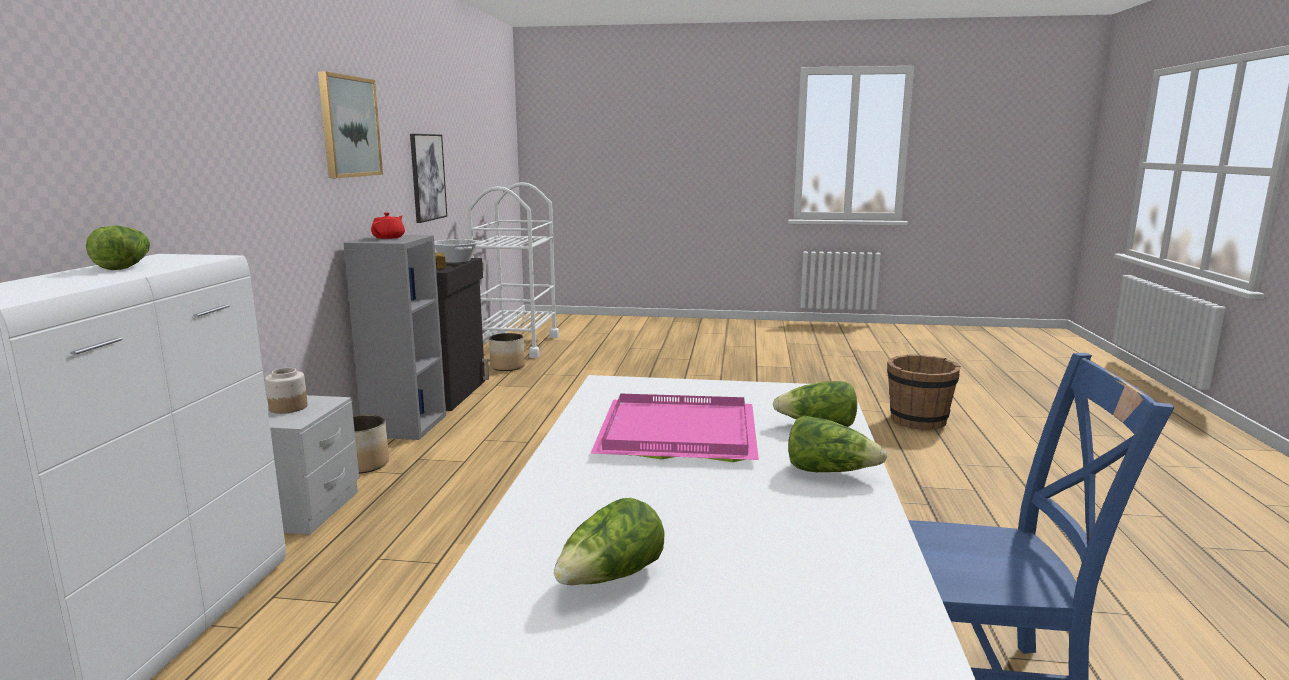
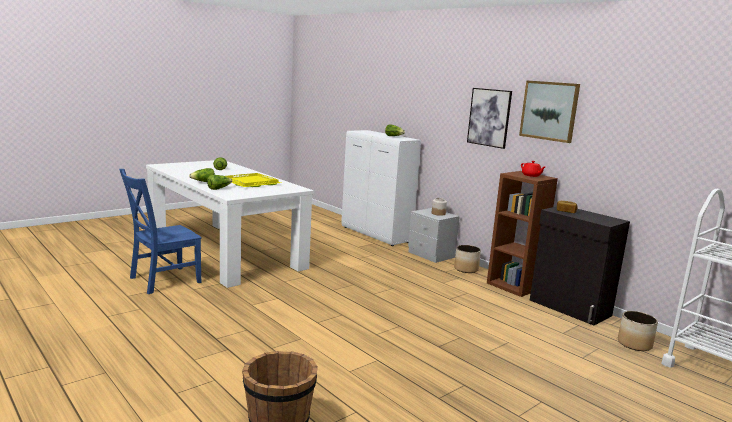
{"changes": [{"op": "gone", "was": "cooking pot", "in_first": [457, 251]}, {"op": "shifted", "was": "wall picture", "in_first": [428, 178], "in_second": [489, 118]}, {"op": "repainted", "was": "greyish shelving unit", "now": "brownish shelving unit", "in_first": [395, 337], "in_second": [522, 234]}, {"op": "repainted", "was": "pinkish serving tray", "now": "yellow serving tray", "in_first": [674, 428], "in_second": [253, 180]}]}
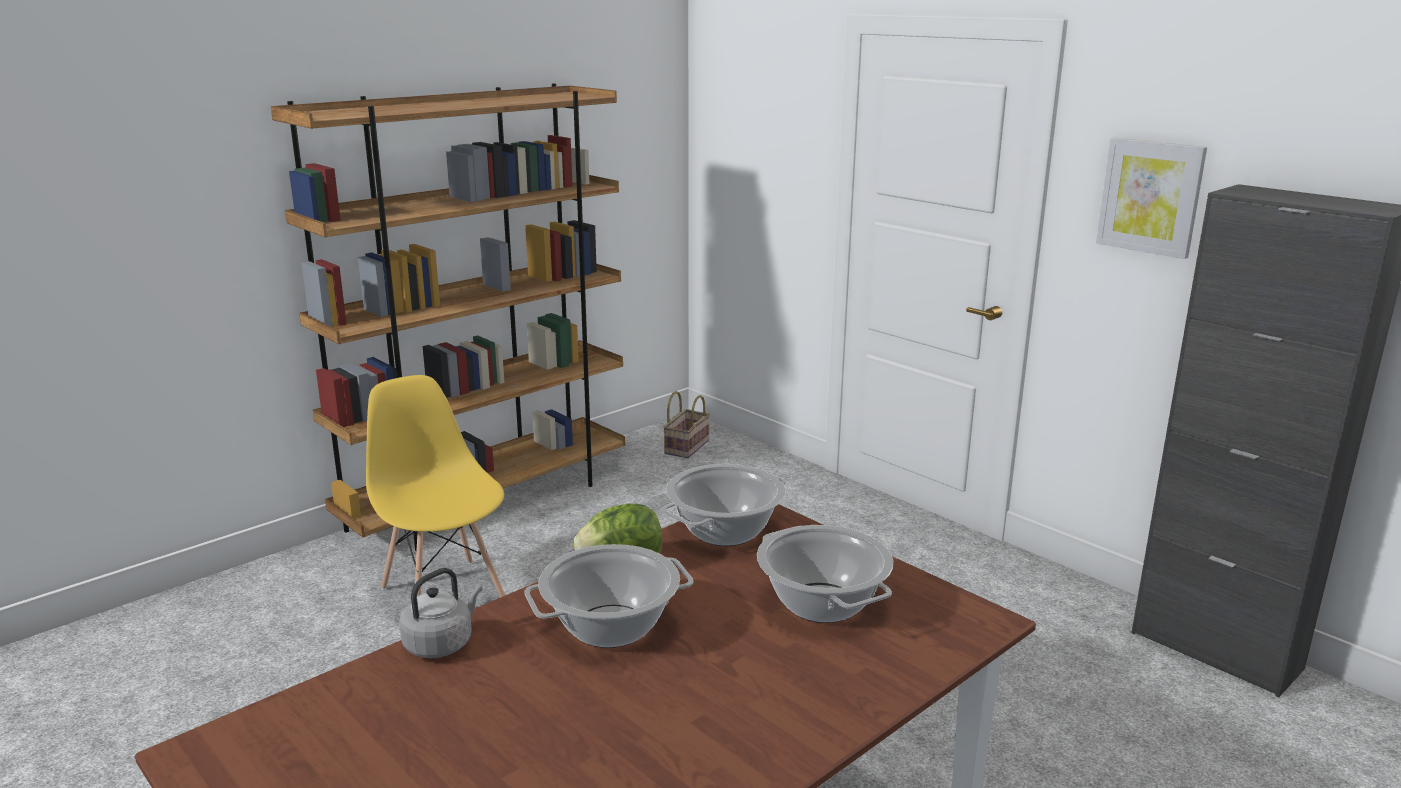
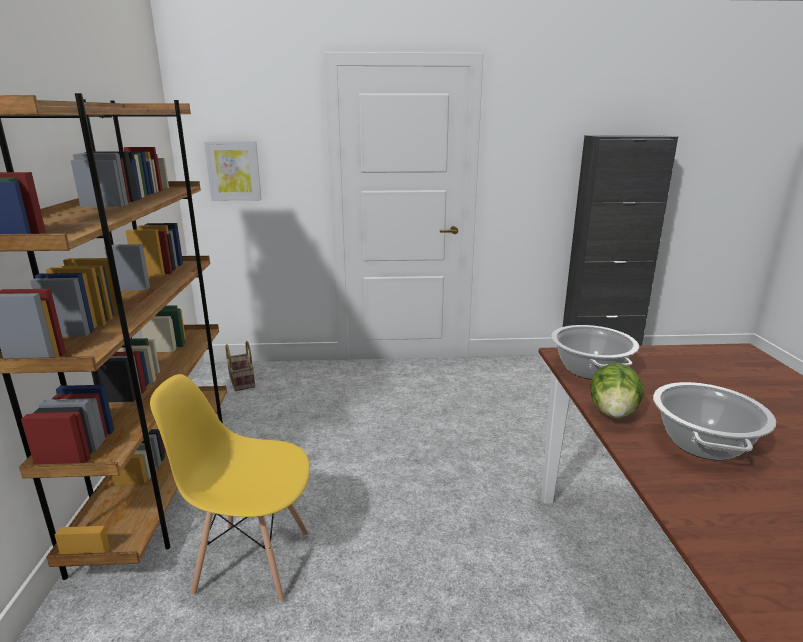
{"changes": [{"op": "gone", "was": "greyish tea kettle", "in_first": [440, 613]}, {"op": "gone", "was": "cooking pot", "in_first": [825, 574]}, {"op": "shifted", "was": "wall picture", "in_first": [1151, 198], "in_second": [233, 171]}]}
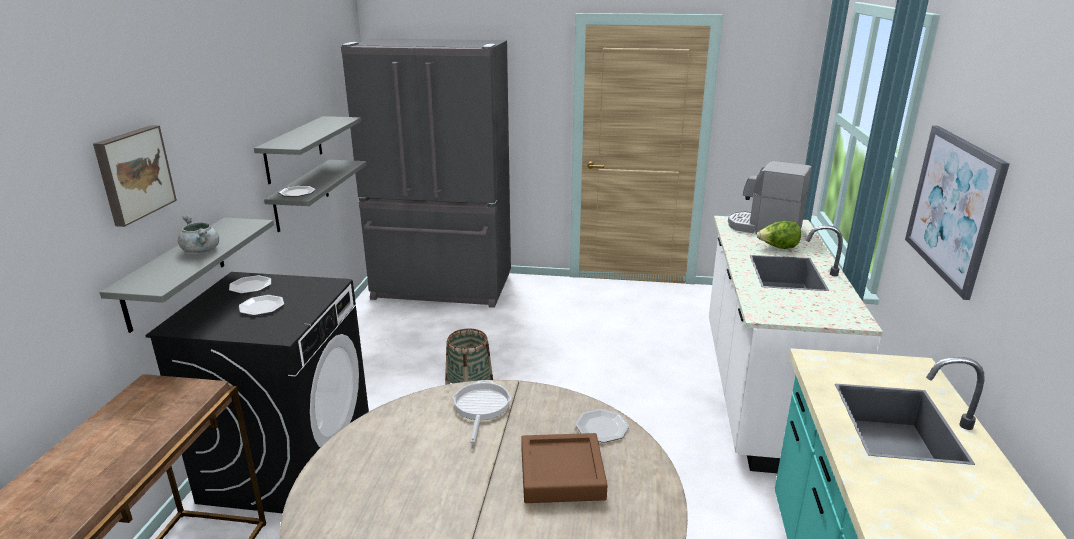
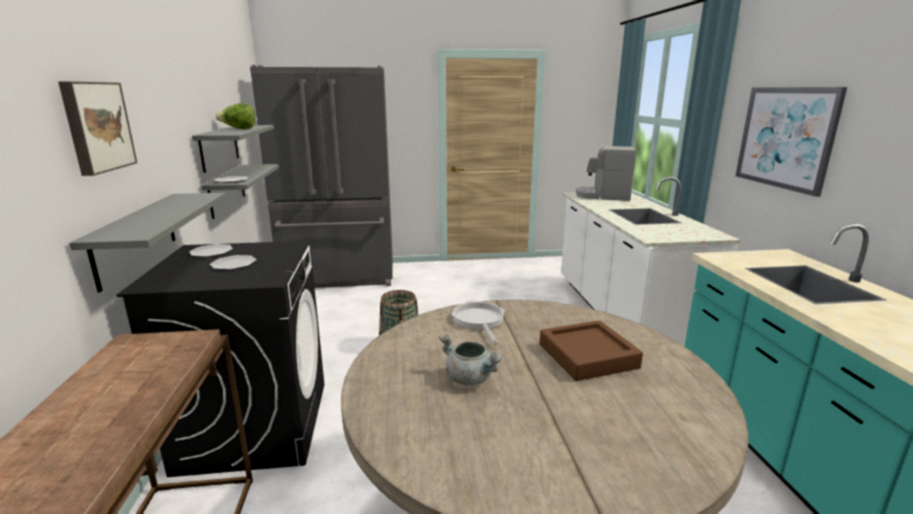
{"changes": [{"op": "gone", "was": "plate", "in_first": [602, 426]}, {"op": "shifted", "was": "greyish cooking pot", "in_first": [198, 234], "in_second": [471, 359]}, {"op": "shifted", "was": "head of lettuce", "in_first": [778, 234], "in_second": [235, 116]}]}
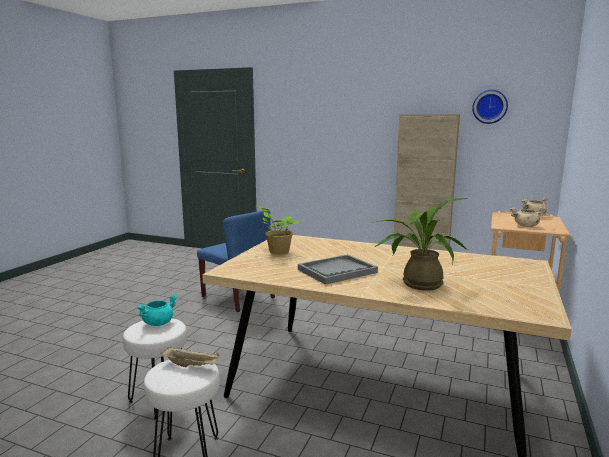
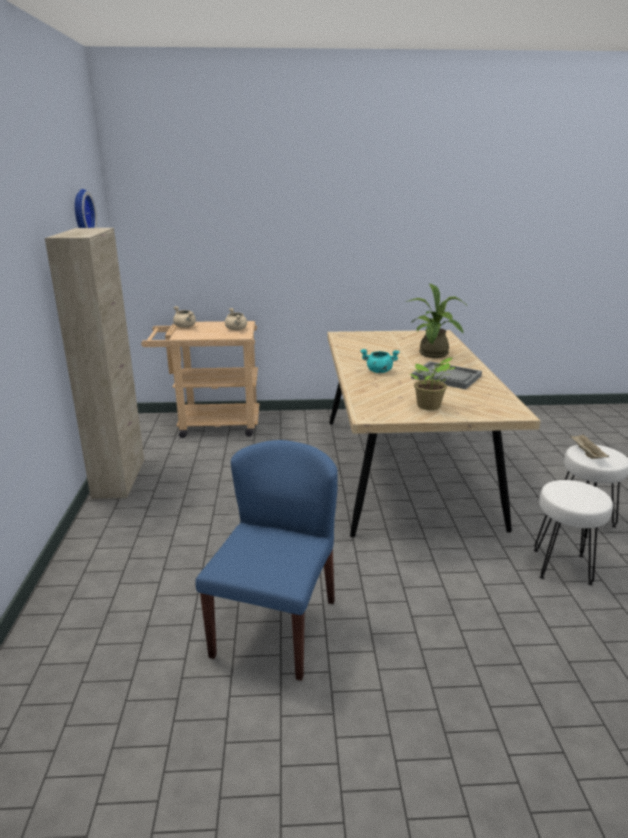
{"changes": [{"op": "shifted", "was": "turquoise-coloured cooking pot", "in_first": [157, 310], "in_second": [380, 361]}]}
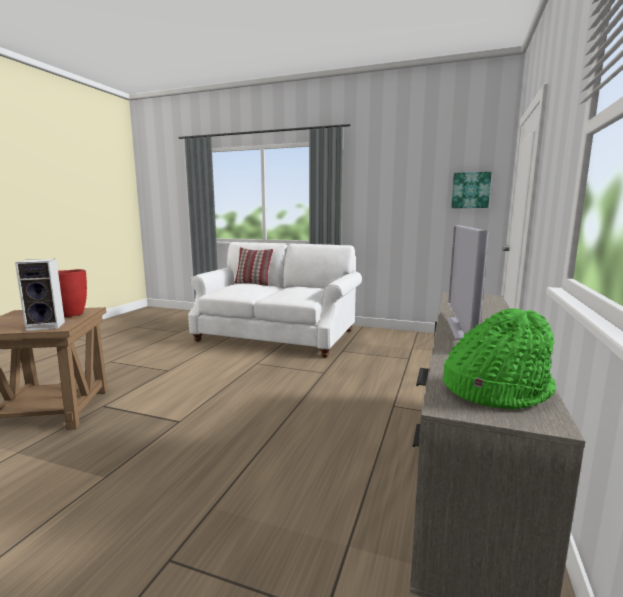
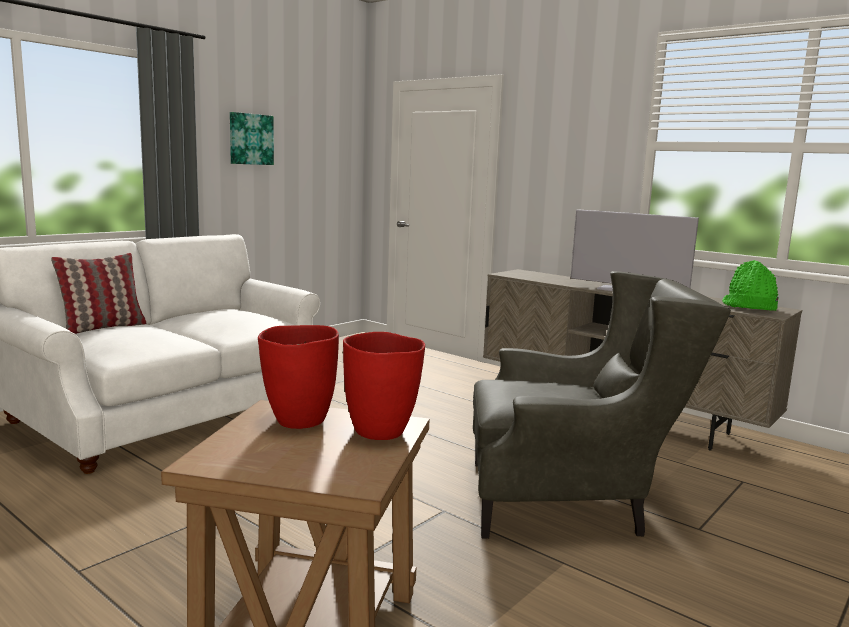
{"changes": [{"op": "new", "now": "greyish easy chair", "in_second": [602, 405]}, {"op": "shifted", "was": "wall picture", "in_first": [471, 190], "in_second": [252, 138]}, {"op": "swapped", "was": "loudspeaker", "now": "red vase", "in_first": [40, 295], "in_second": [384, 386]}]}
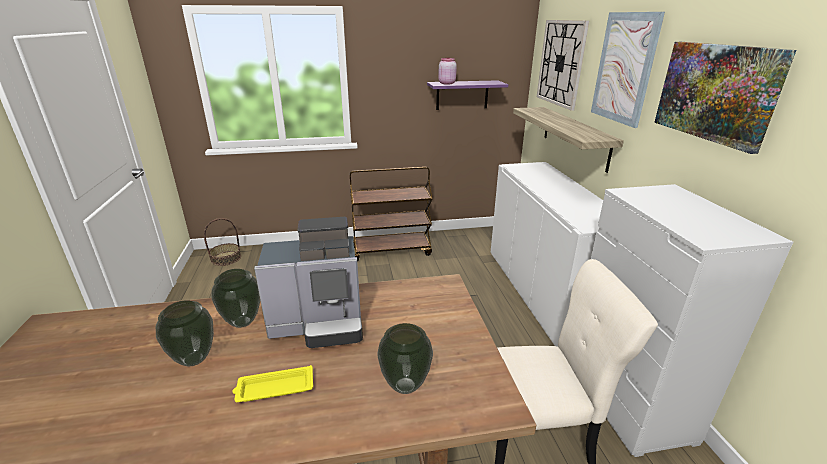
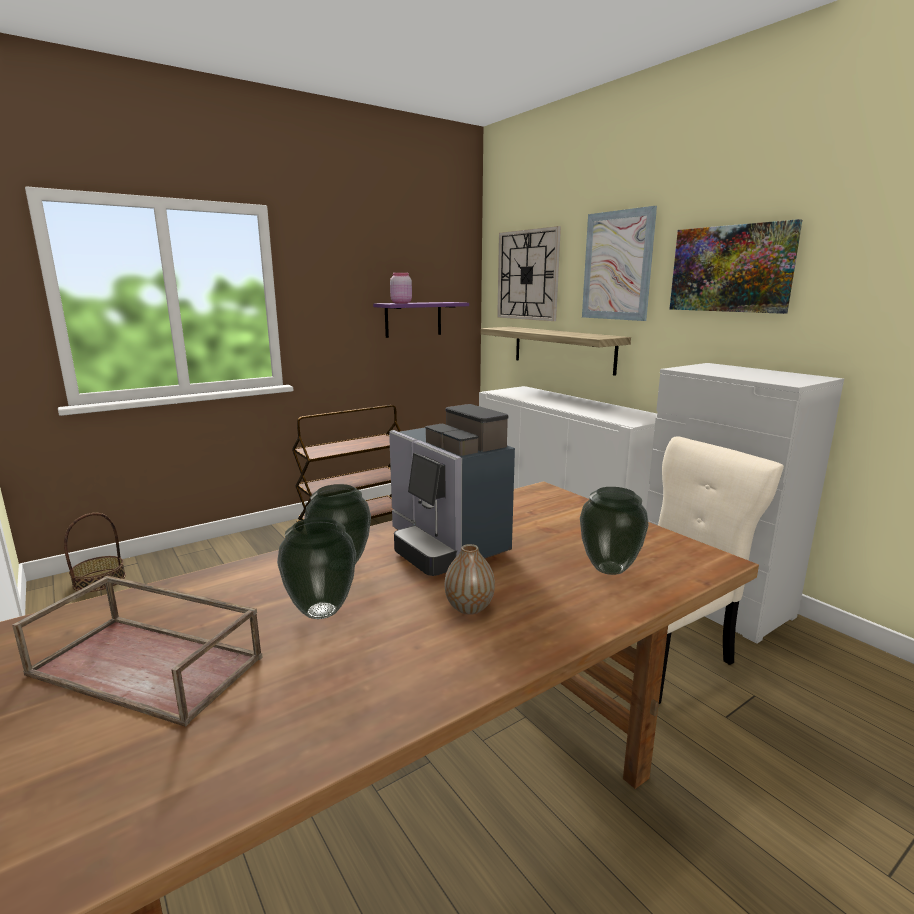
{"changes": [{"op": "new", "now": "brownish serving tray", "in_second": [137, 651]}, {"op": "swapped", "was": "yellow serving tray", "now": "vase", "in_first": [272, 383], "in_second": [470, 579]}, {"op": "rotated", "was": "coffee machine", "in_first": [308, 282], "in_second": [452, 490], "clockwise": 90}]}
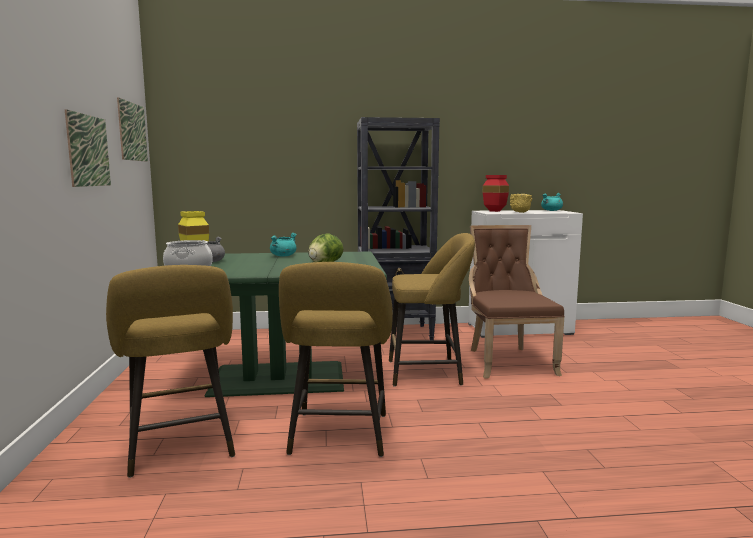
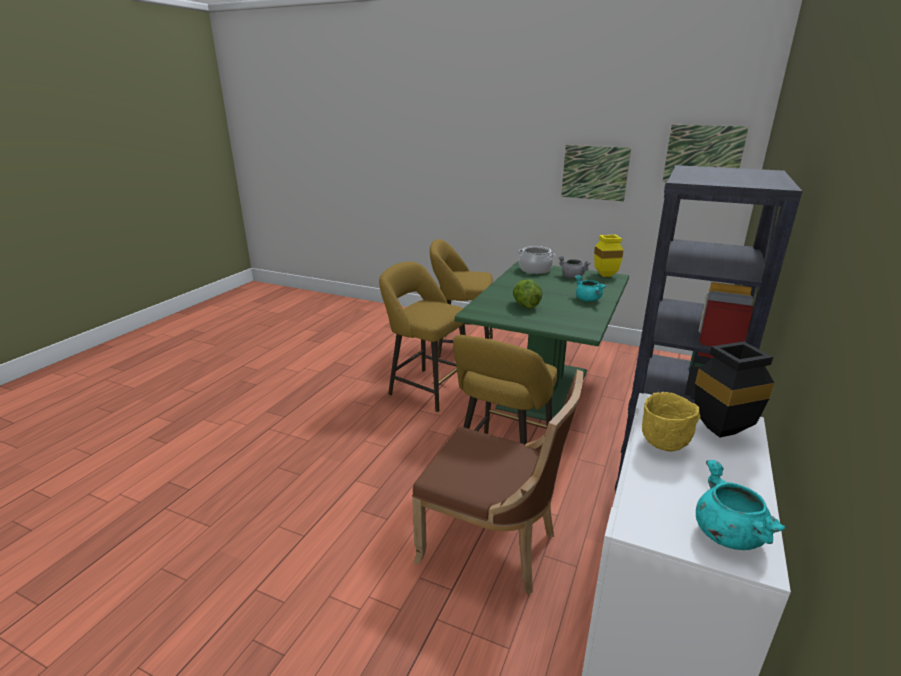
{"changes": [{"op": "repainted", "was": "red vase", "now": "blackish vase", "in_first": [496, 193], "in_second": [734, 389]}]}
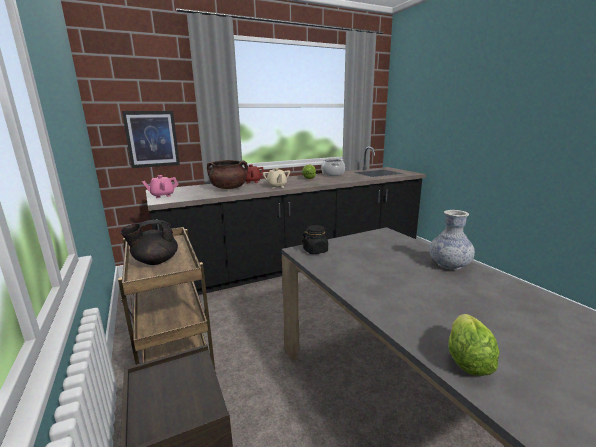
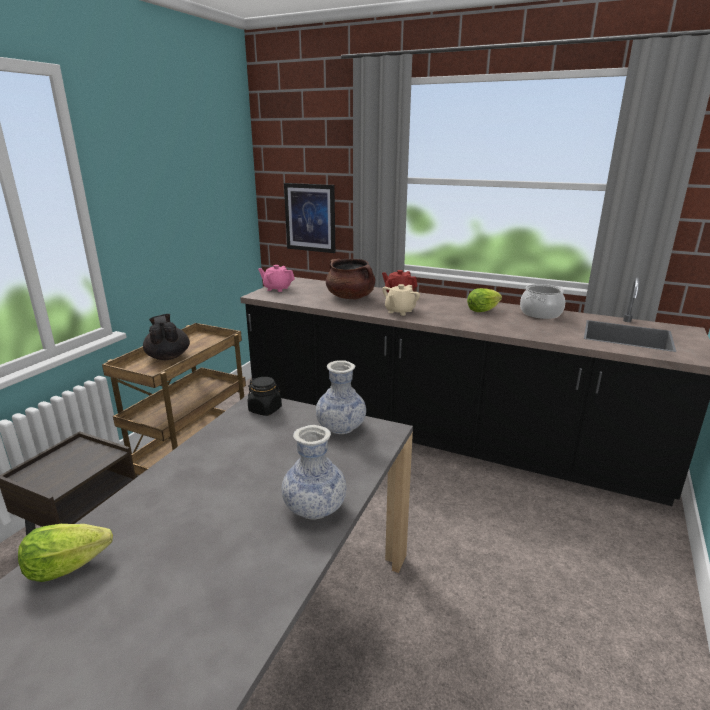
{"changes": [{"op": "new", "now": "vase", "in_second": [341, 397]}, {"op": "rotated", "was": "blackish tea pot", "in_first": [149, 242], "in_second": [166, 337], "clockwise": 45}]}
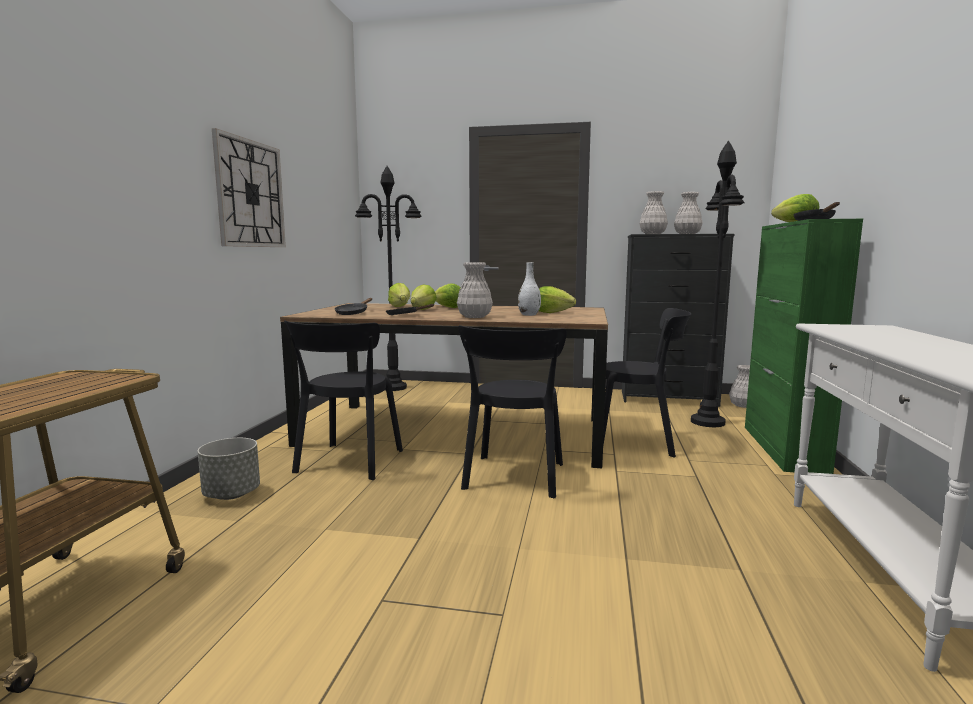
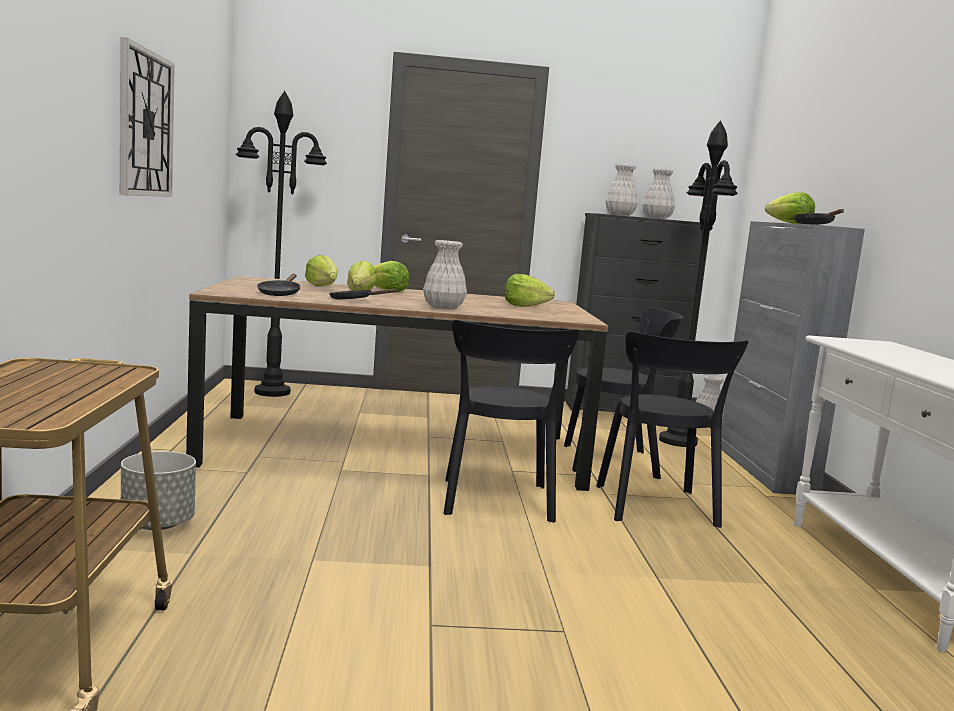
{"changes": [{"op": "gone", "was": "white vase", "in_first": [529, 289]}, {"op": "shifted", "was": "blackish upright chair", "in_first": [343, 400], "in_second": [672, 429]}, {"op": "repainted", "was": "green storage cabinet", "now": "greyish storage cabinet", "in_first": [804, 346], "in_second": [793, 358]}]}
